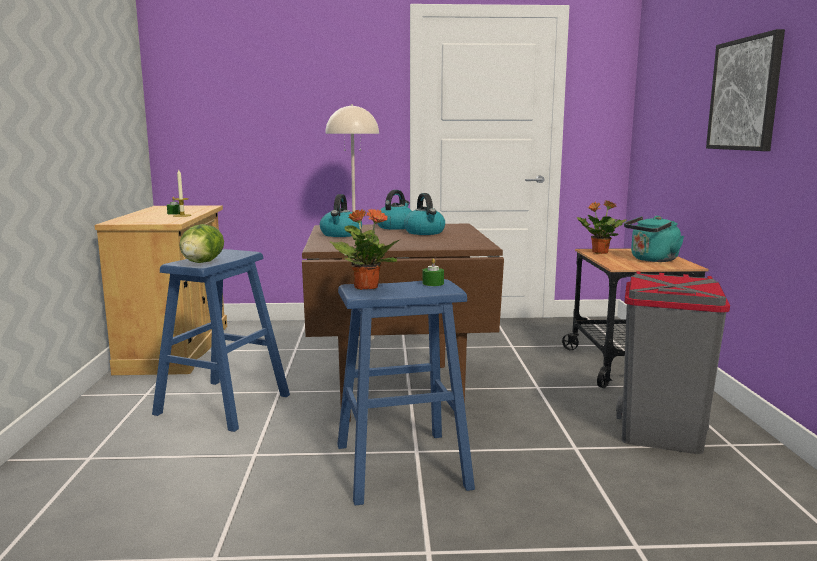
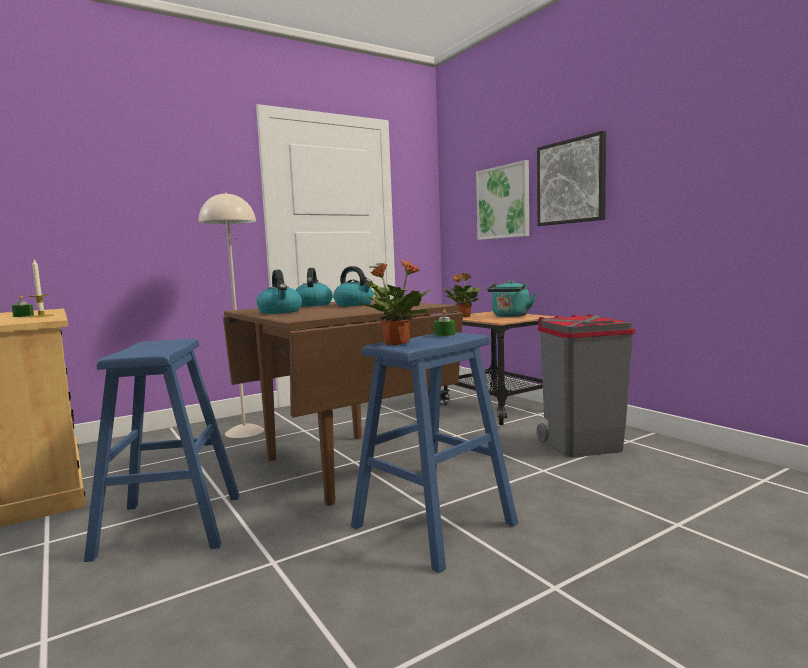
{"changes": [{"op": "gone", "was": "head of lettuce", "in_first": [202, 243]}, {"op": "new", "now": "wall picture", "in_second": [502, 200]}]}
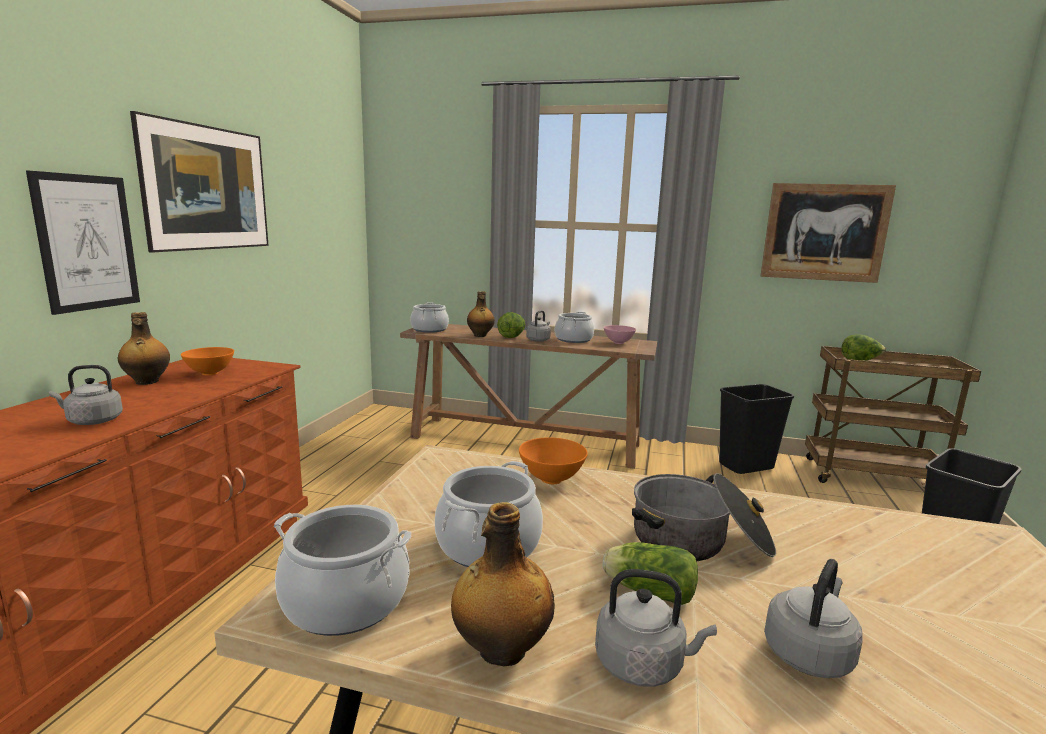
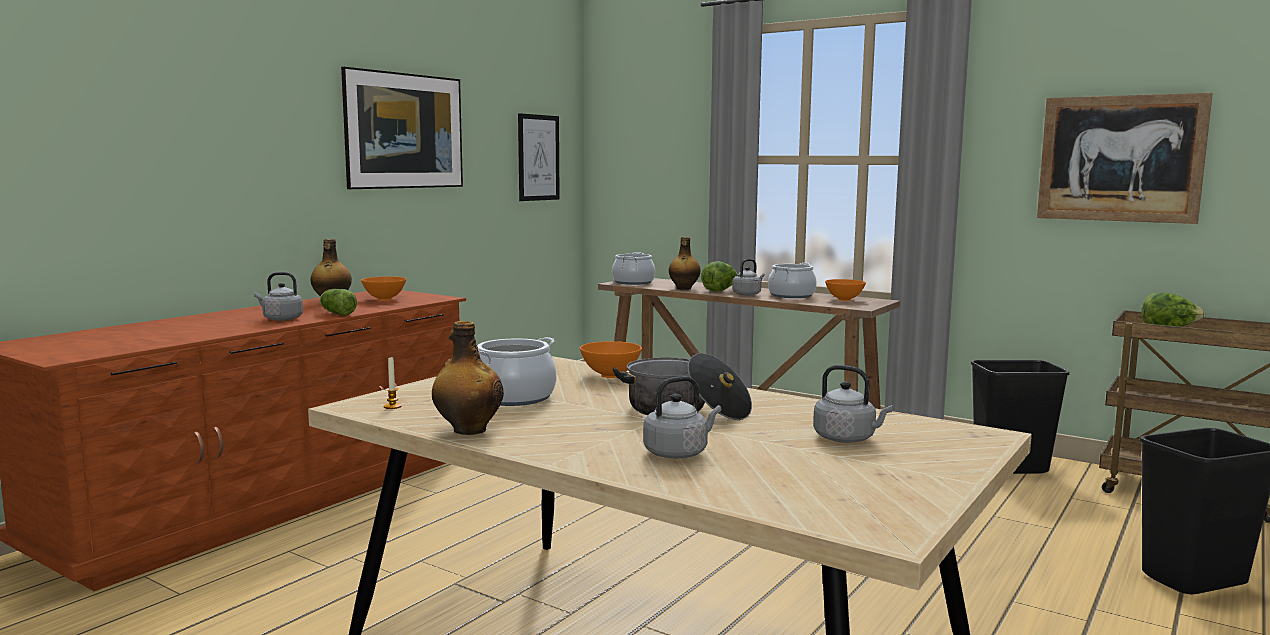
{"changes": [{"op": "shifted", "was": "wall picture", "in_first": [83, 242], "in_second": [539, 157]}, {"op": "shifted", "was": "greyish tea kettle", "in_first": [656, 628], "in_second": [853, 404]}, {"op": "shifted", "was": "head of lettuce", "in_first": [650, 573], "in_second": [338, 302]}, {"op": "swapped", "was": "cooking pot", "now": "wax light", "in_first": [342, 570], "in_second": [393, 383]}, {"op": "repainted", "was": "pinkish serving bowl", "now": "orange-coloured serving bowl", "in_first": [620, 334], "in_second": [845, 290]}]}
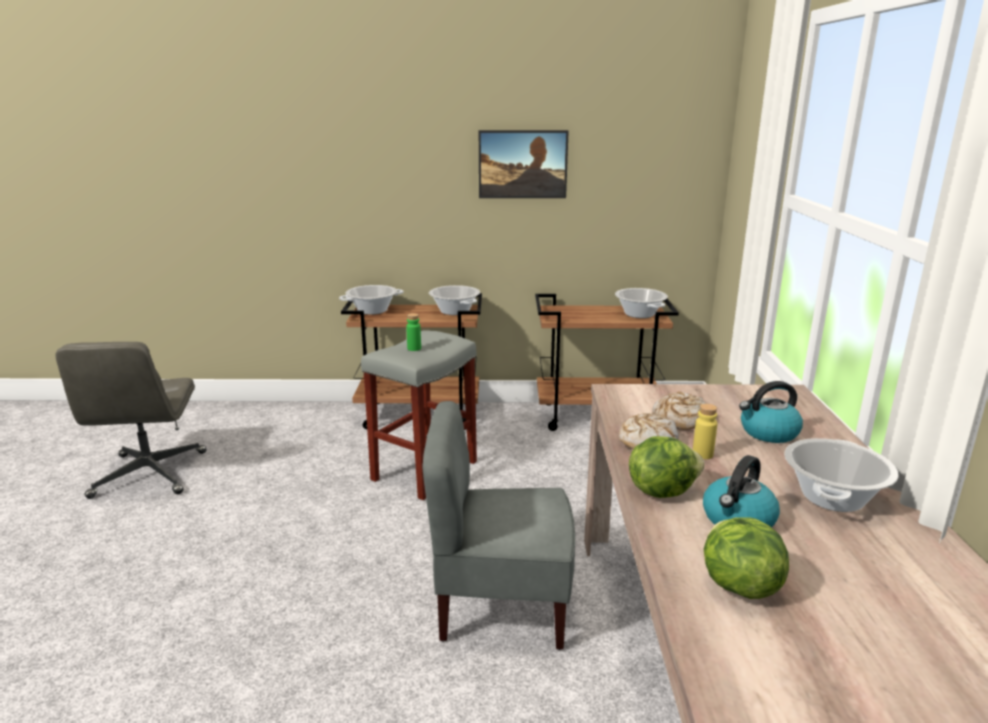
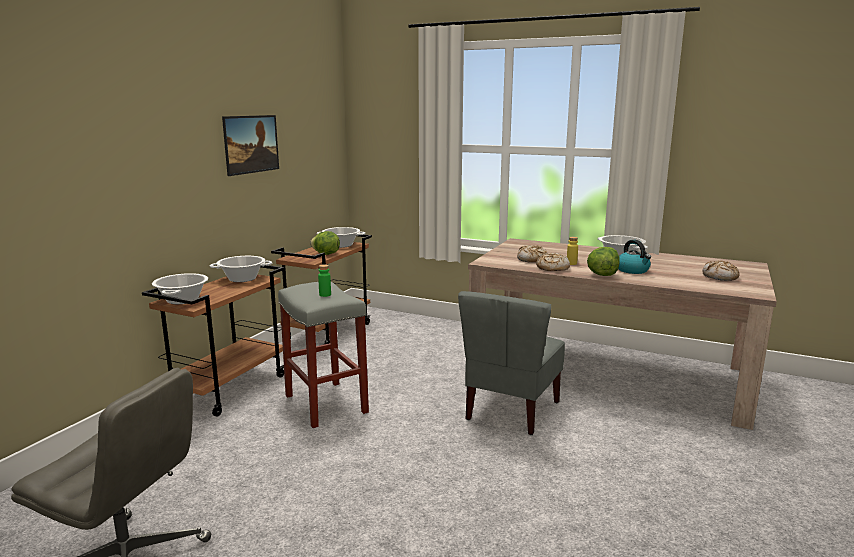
{"changes": [{"op": "gone", "was": "tea kettle", "in_first": [771, 412]}, {"op": "new", "now": "baked bread", "in_second": [721, 271]}, {"op": "shifted", "was": "head of lettuce", "in_first": [746, 558], "in_second": [325, 243]}]}
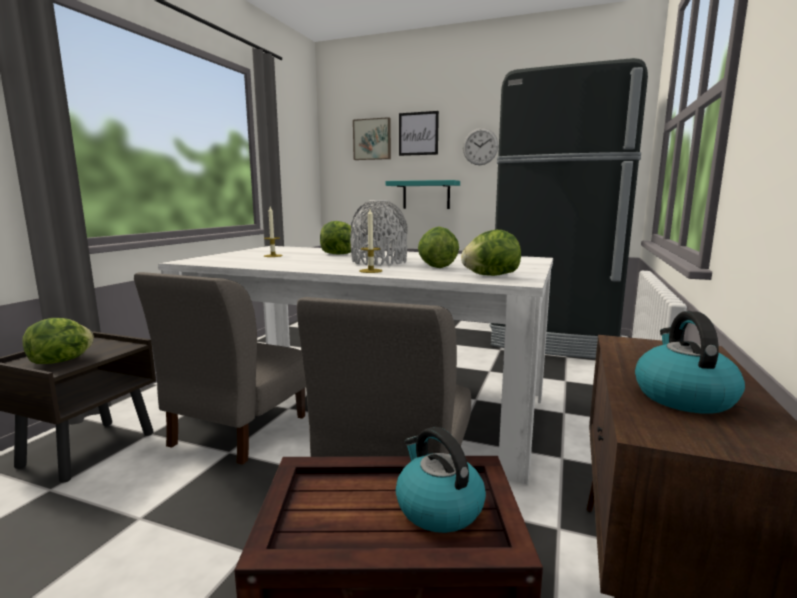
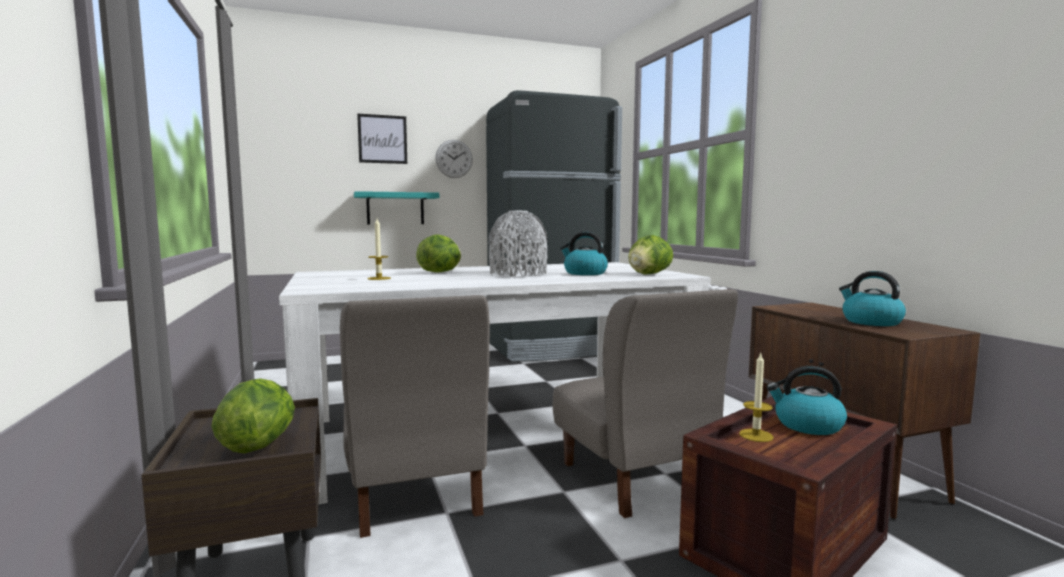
{"changes": [{"op": "gone", "was": "wall picture", "in_first": [372, 138]}, {"op": "shifted", "was": "wax light", "in_first": [371, 241], "in_second": [756, 398]}, {"op": "swapped", "was": "head of lettuce", "now": "tea kettle", "in_first": [438, 247], "in_second": [584, 253]}]}
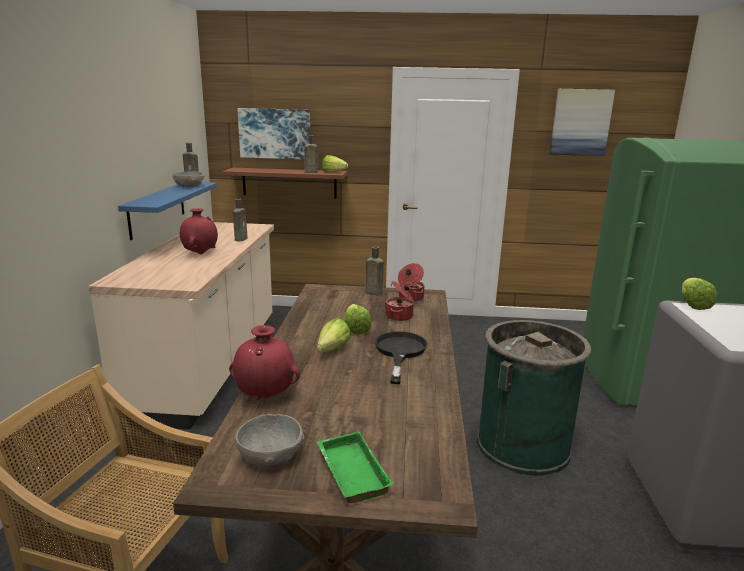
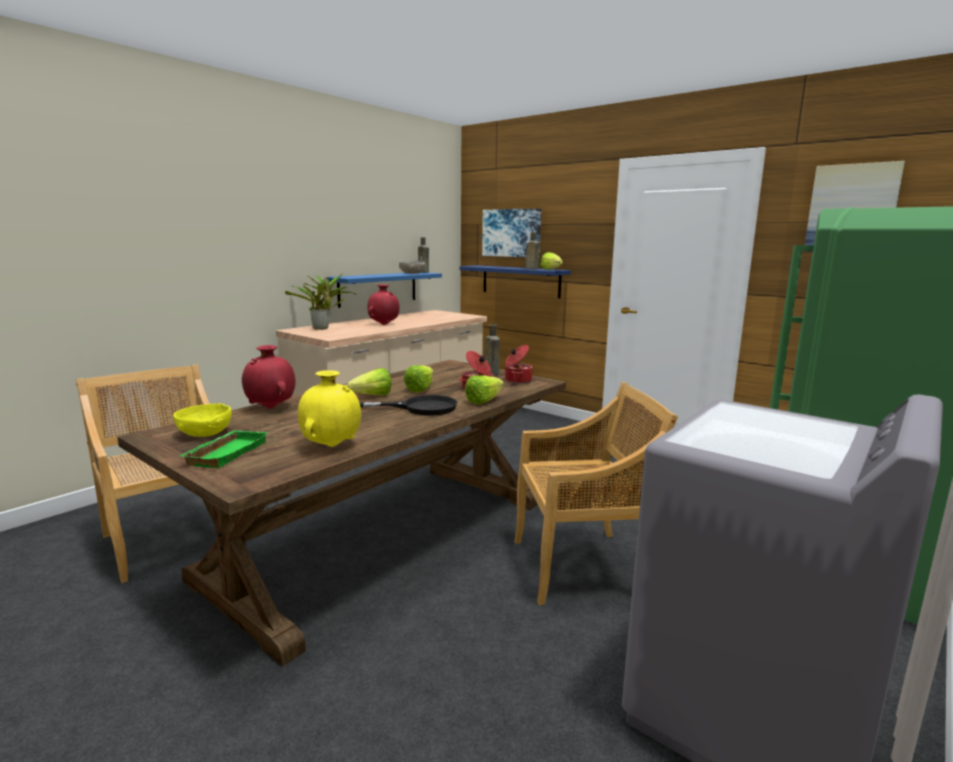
{"changes": [{"op": "gone", "was": "brownish bottle", "in_first": [240, 219]}, {"op": "new", "now": "potted plant", "in_second": [321, 301]}, {"op": "new", "now": "yellow vase", "in_second": [329, 408]}, {"op": "shifted", "was": "head of lettuce", "in_first": [699, 294], "in_second": [484, 389]}, {"op": "swapped", "was": "green rubbish bin", "now": "sand-coloured upright chair", "in_first": [534, 398], "in_second": [596, 493]}, {"op": "repainted", "was": "brownish wall shelf", "now": "blue-coloured wall shelf", "in_first": [284, 183], "in_second": [515, 281]}, {"op": "repainted", "was": "greyish serving bowl", "now": "yellow serving bowl", "in_first": [270, 440], "in_second": [202, 420]}, {"op": "rotated", "was": "blackish frying pan", "in_first": [401, 357], "in_second": [408, 405], "clockwise": 45}]}
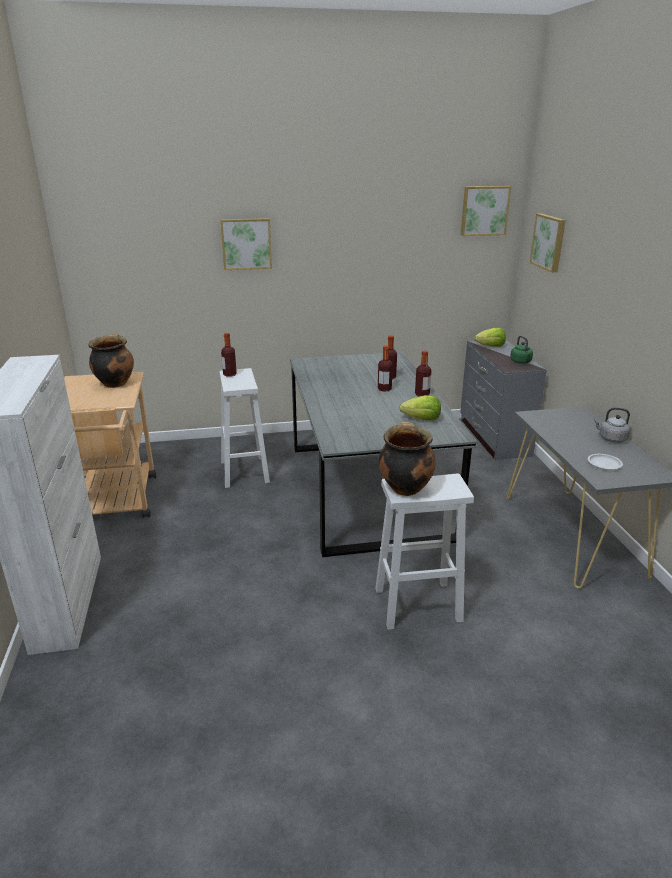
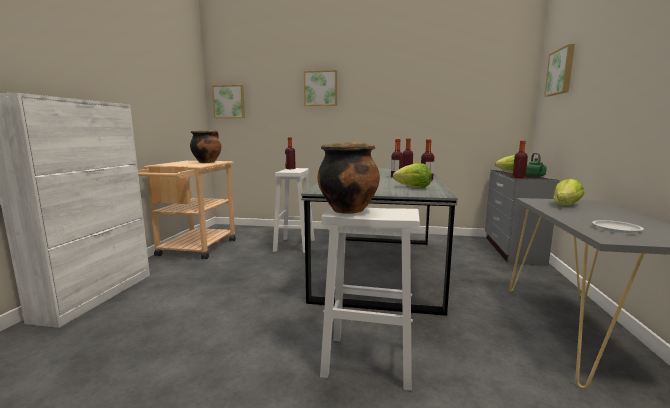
{"changes": [{"op": "gone", "was": "greyish tea kettle", "in_first": [612, 425]}, {"op": "new", "now": "bottle", "in_second": [520, 159]}, {"op": "new", "now": "head of lettuce", "in_second": [568, 191]}, {"op": "shifted", "was": "wall picture", "in_first": [486, 211], "in_second": [228, 101]}]}
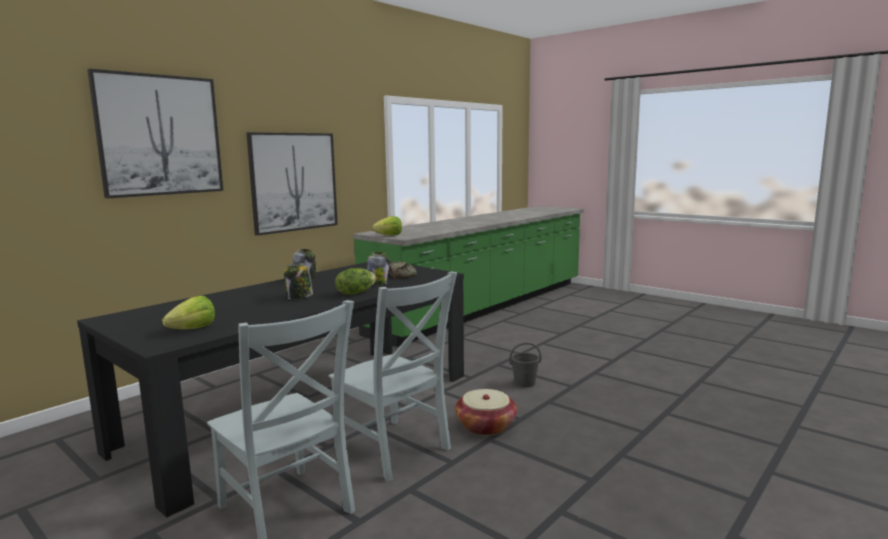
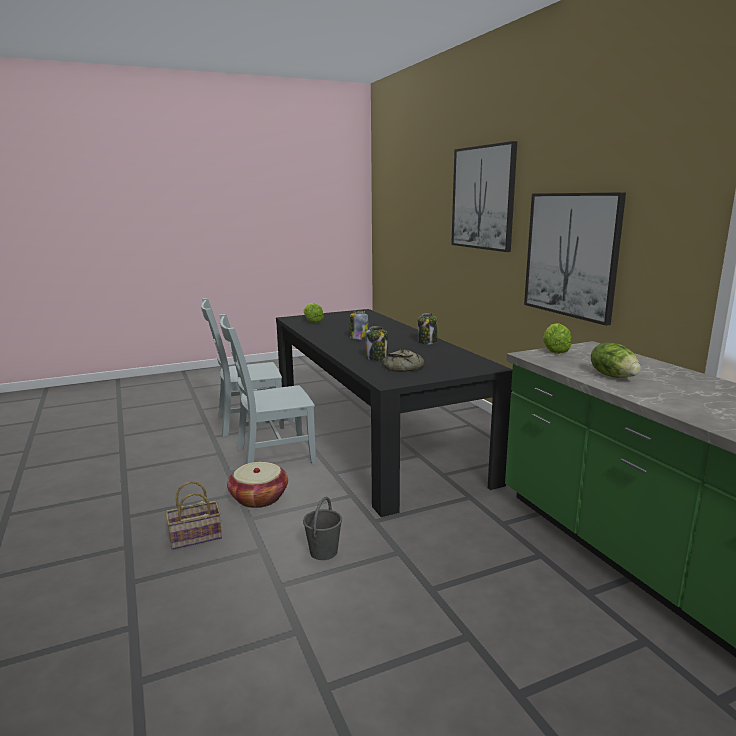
{"changes": [{"op": "new", "now": "storage basket", "in_second": [194, 515]}, {"op": "shifted", "was": "head of lettuce", "in_first": [355, 281], "in_second": [616, 360]}]}
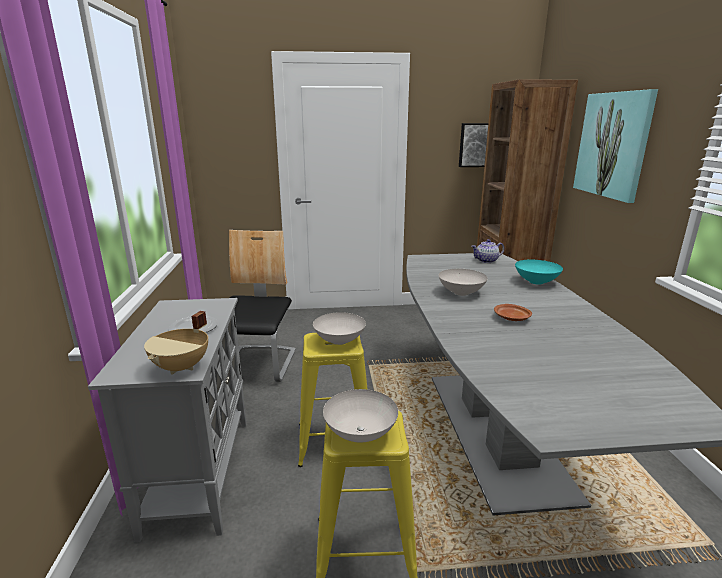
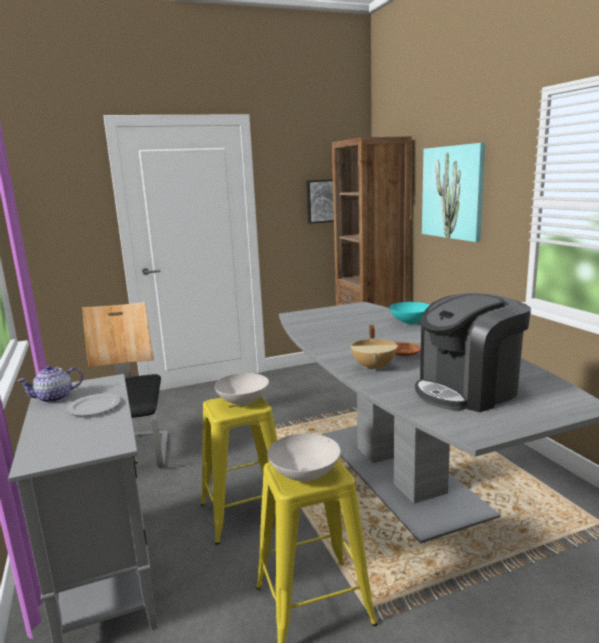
{"changes": [{"op": "gone", "was": "white serving bowl", "in_first": [463, 282]}, {"op": "new", "now": "coffee machine", "in_second": [473, 352]}, {"op": "shifted", "was": "sand-coloured cooking pot", "in_first": [176, 343], "in_second": [374, 348]}, {"op": "shifted", "was": "tea pot", "in_first": [487, 251], "in_second": [50, 384]}]}
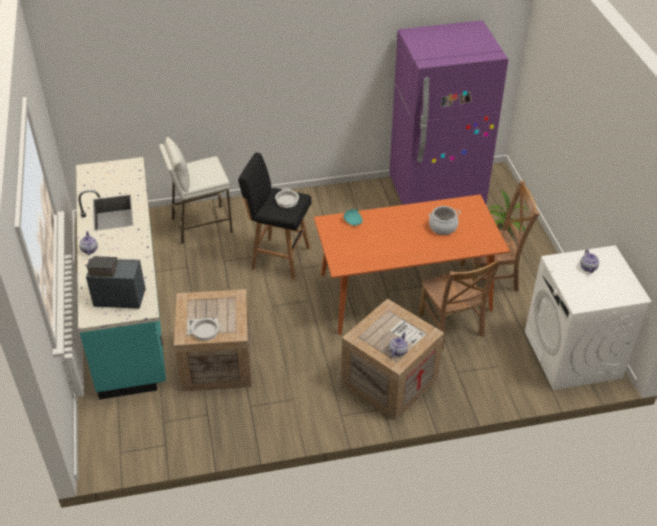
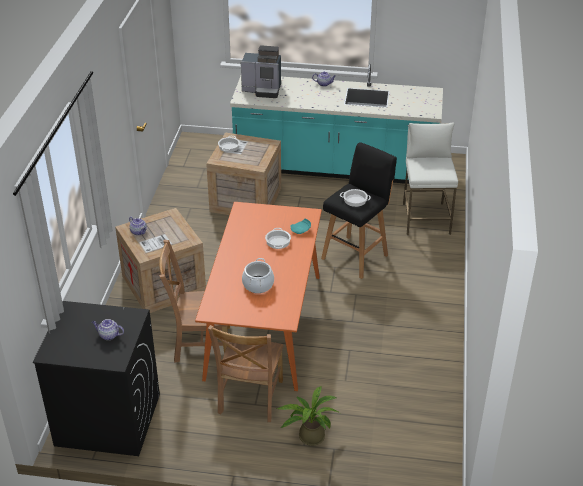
{"changes": [{"op": "gone", "was": "purple-coloured fridge", "in_first": [448, 112]}, {"op": "new", "now": "cooking pot", "in_second": [278, 238]}, {"op": "repainted", "was": "white washing machine", "now": "blackish washing machine", "in_first": [588, 317], "in_second": [96, 378]}, {"op": "rotated", "was": "coffee machine", "in_first": [116, 282], "in_second": [261, 71], "clockwise": 75}]}
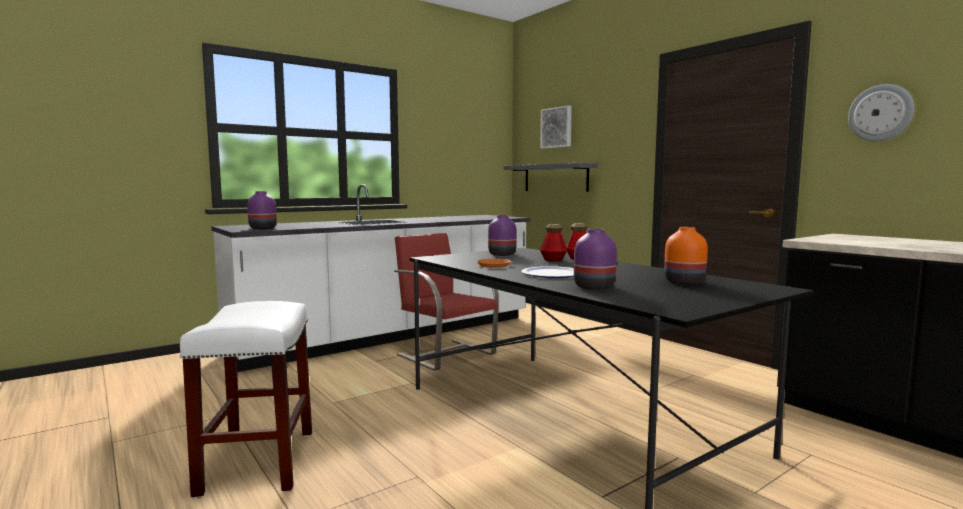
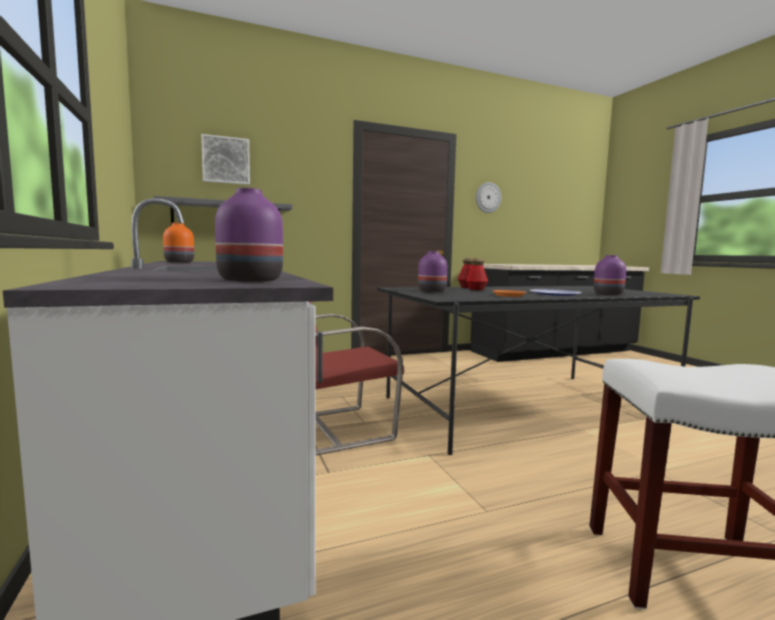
{"changes": [{"op": "shifted", "was": "orange-coloured vase", "in_first": [686, 256], "in_second": [178, 243]}]}
